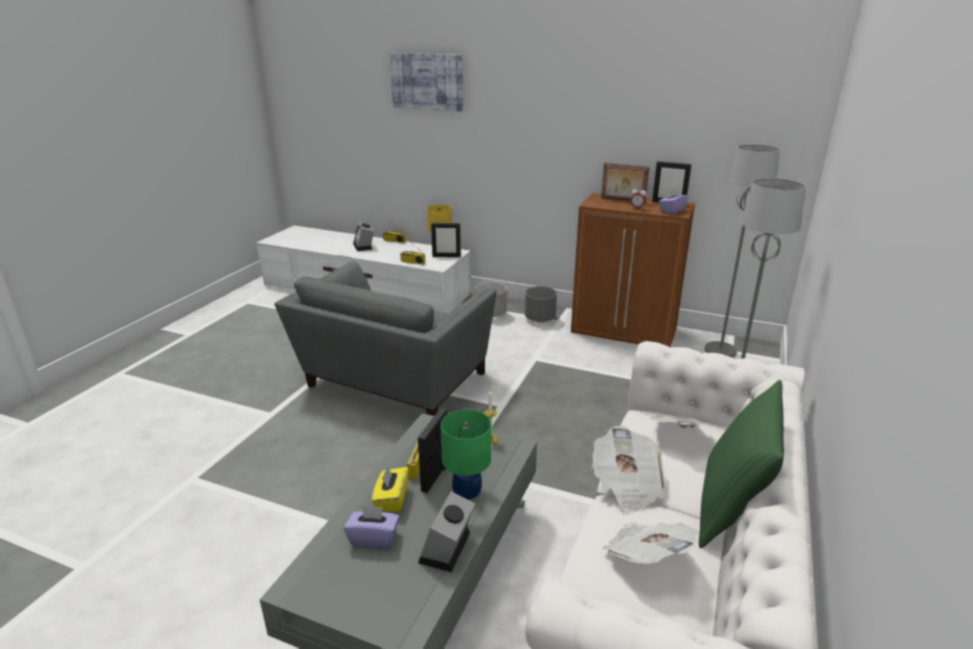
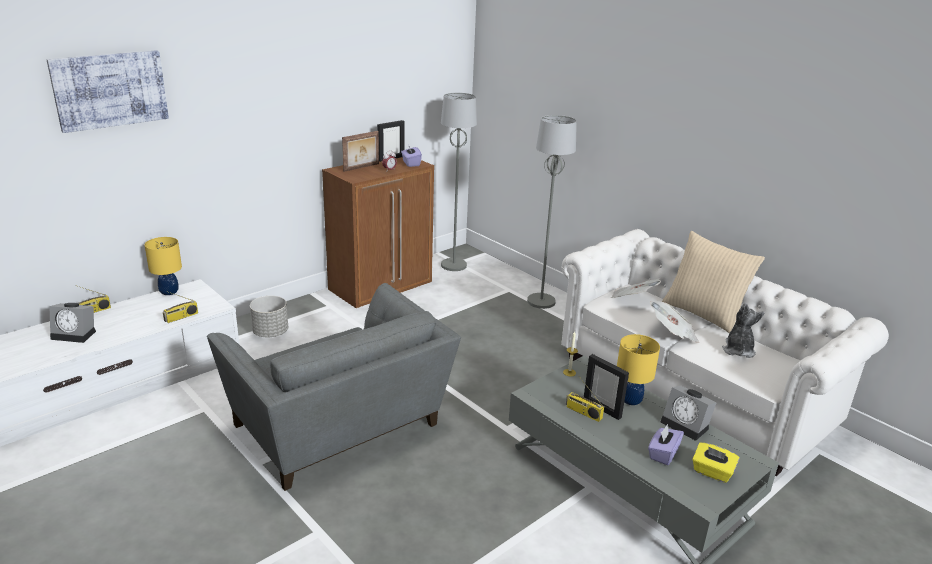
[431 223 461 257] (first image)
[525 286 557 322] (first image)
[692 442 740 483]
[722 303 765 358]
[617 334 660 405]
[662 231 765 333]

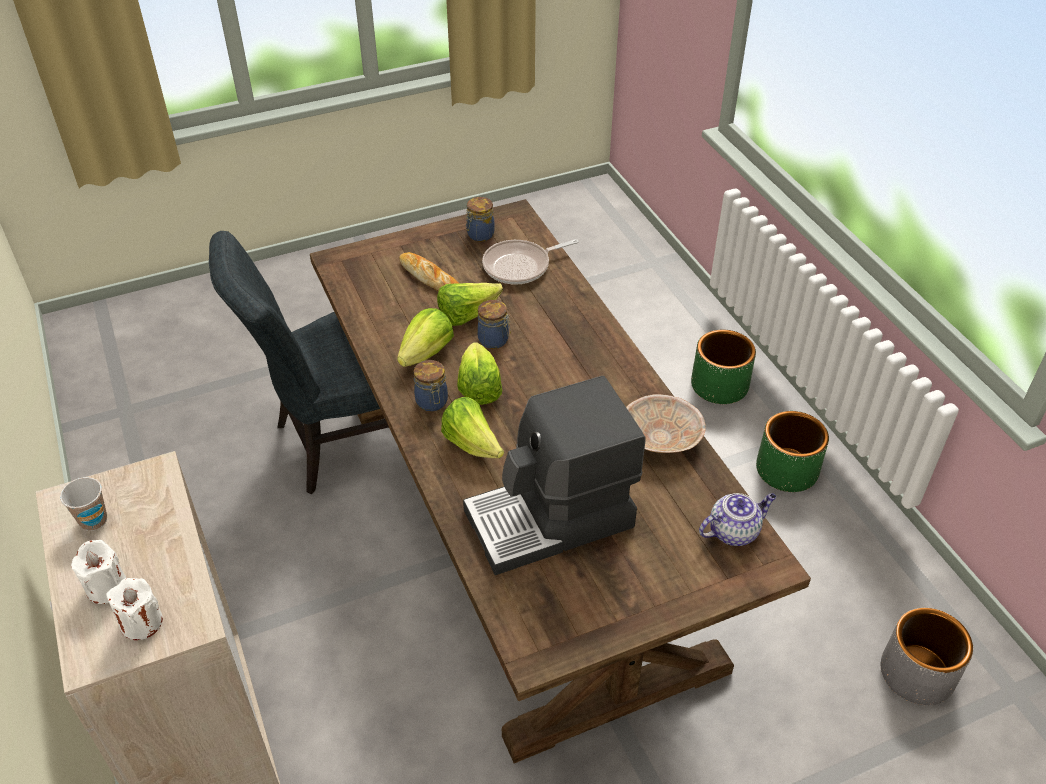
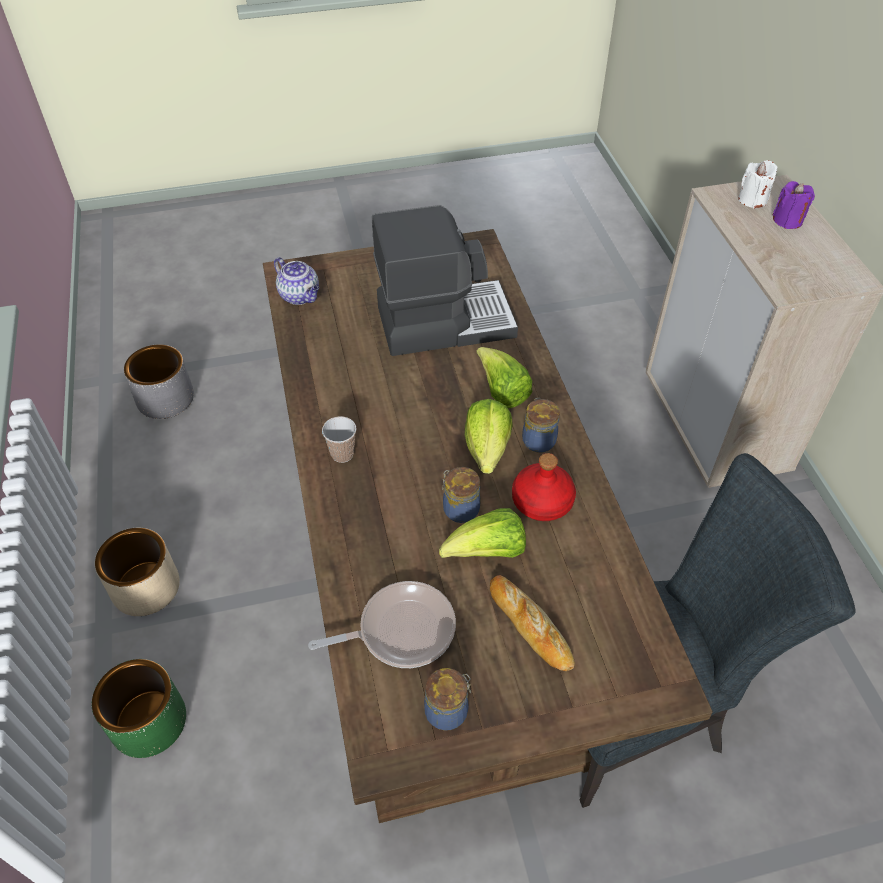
[626 394 706 453] (first image)
[322 416 356 463]
[512 453 576 521]
[772 181 815 229]
[95 528 180 616]
[274 257 319 305]

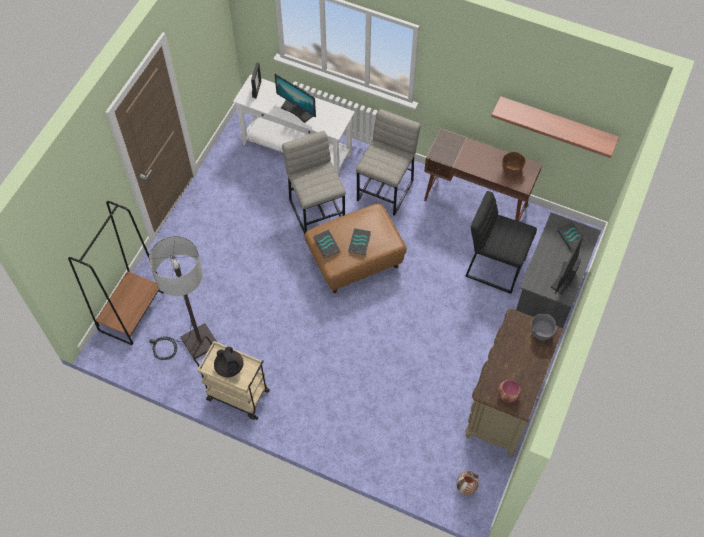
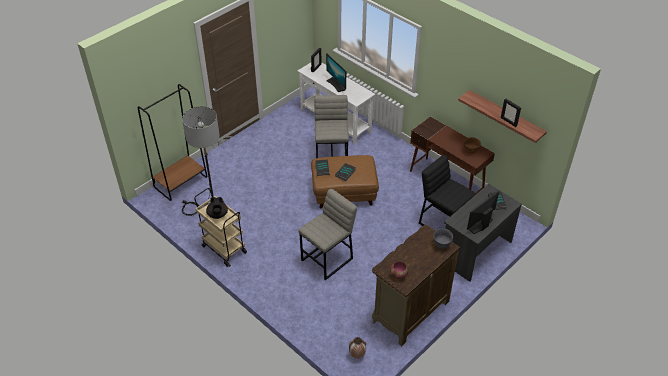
[501 99 521 127]
[299 188 357 280]

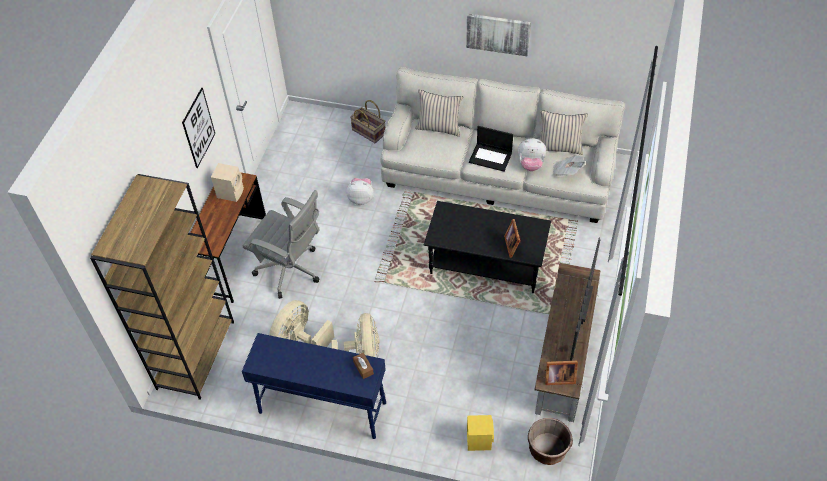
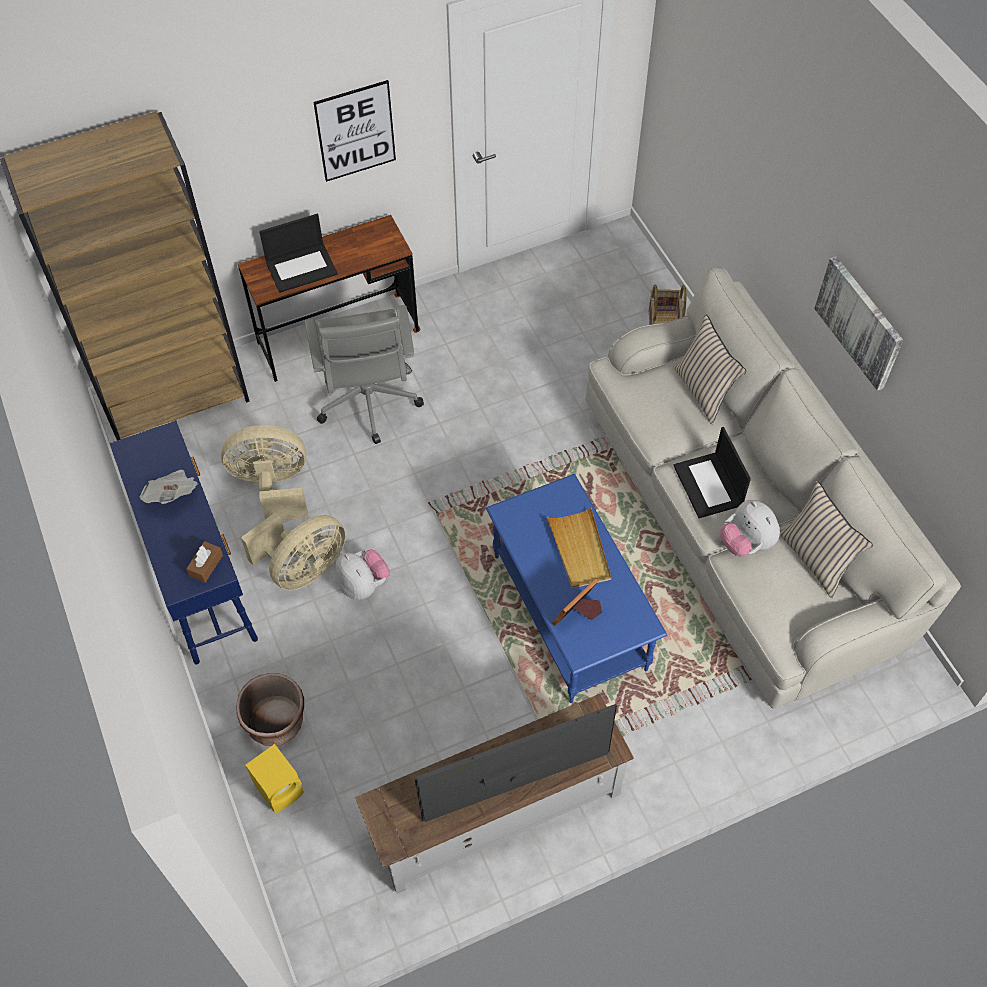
[211 163 244 202] (first image)
[545 361 578 385] (first image)
[259 214 338 293]
[547 507 611 588]
[335 549 390 600]
[236 673 304 746]
[140 470 198 504]
[486 474 667 703]

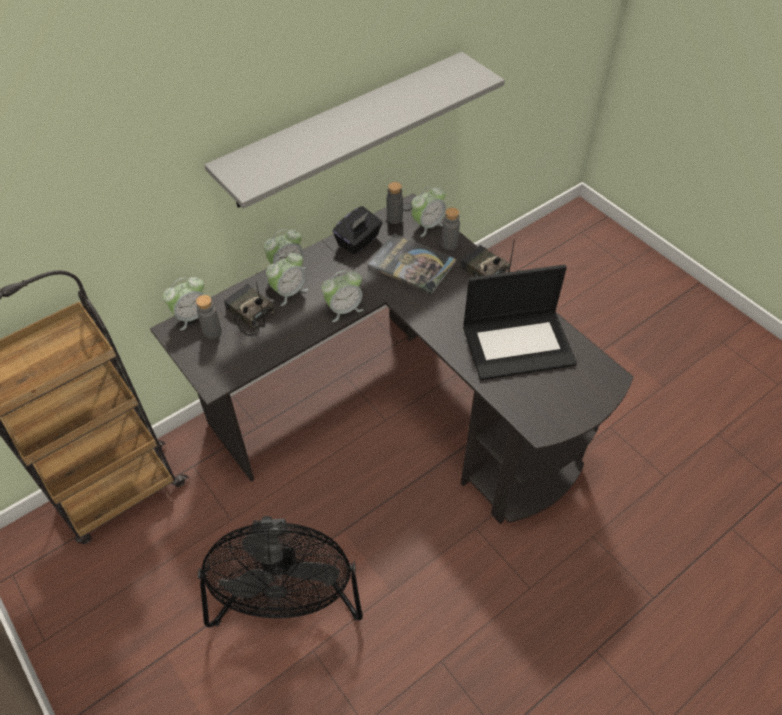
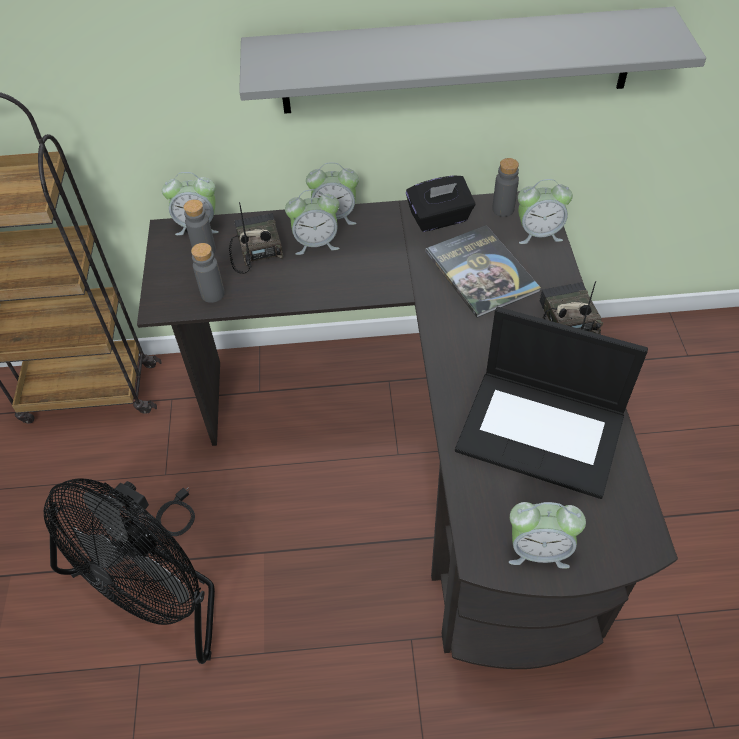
[509 502 586 569]
[191 243 225 303]

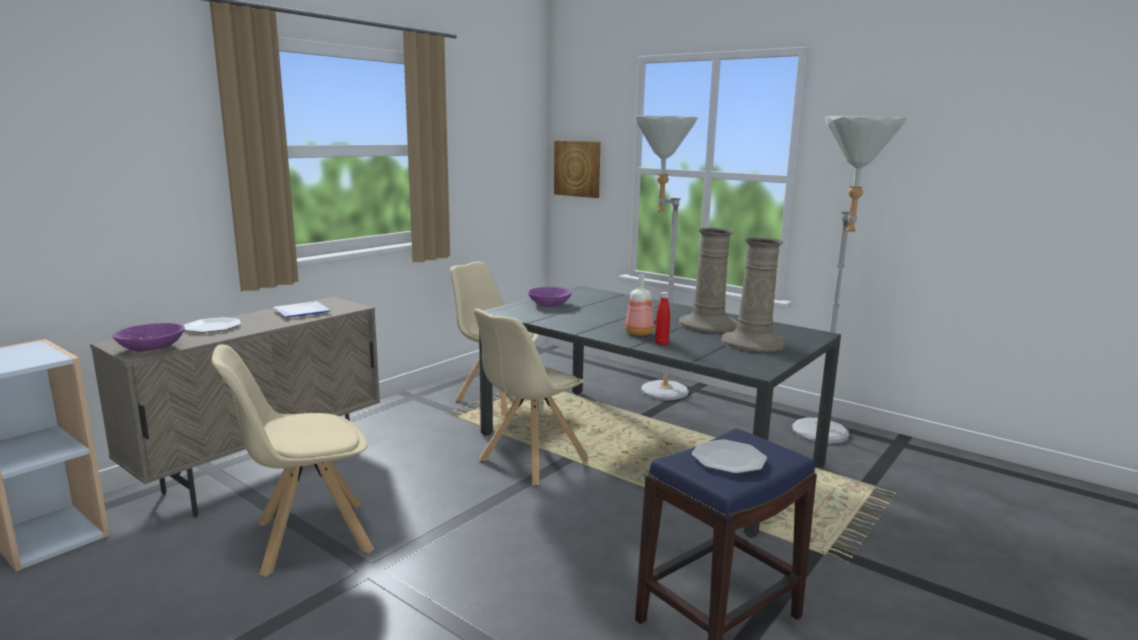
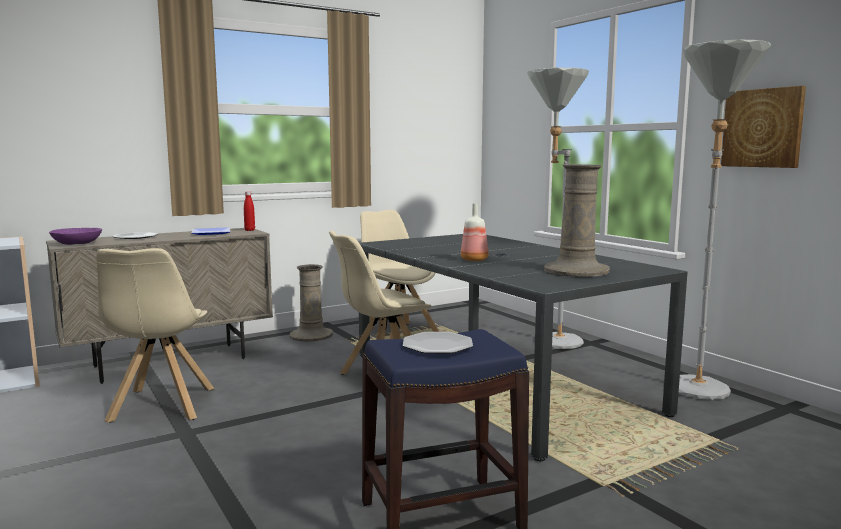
[528 287 572 307] (first image)
[721 86 806 168]
[244 191 255 231]
[290 264 333 341]
[96 248 214 423]

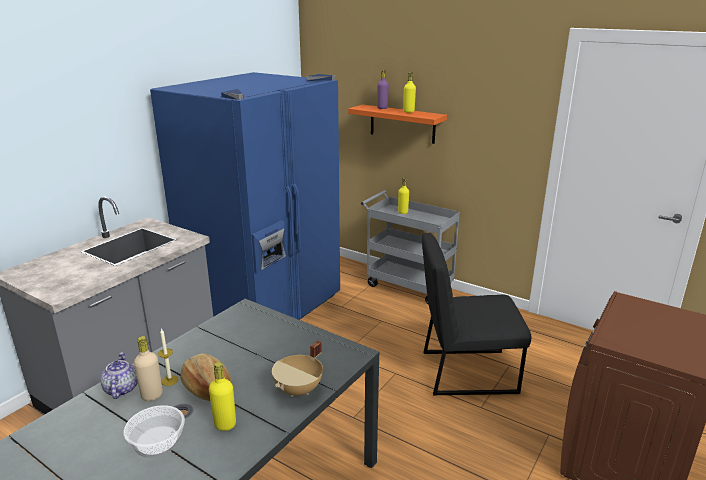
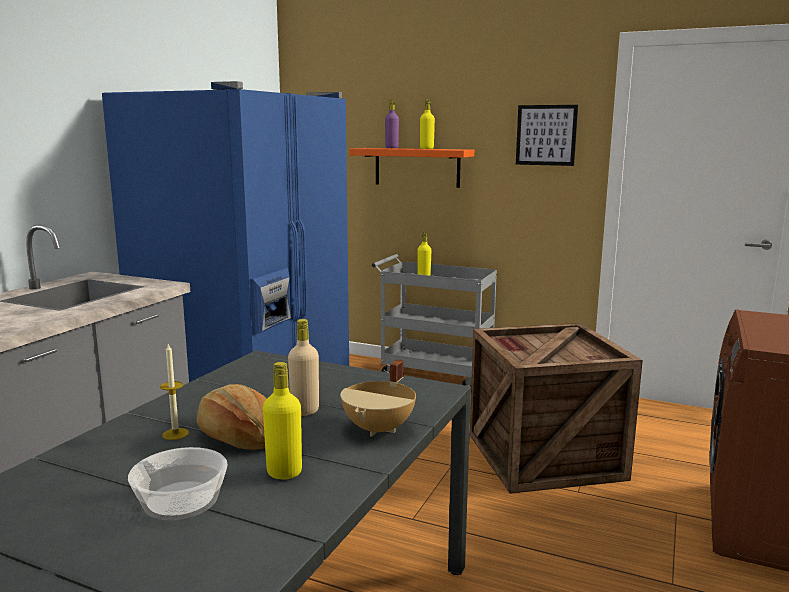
[100 352 138 399] (first image)
[516 105 578 166]
[288 319 319 416]
[470 323 643 494]

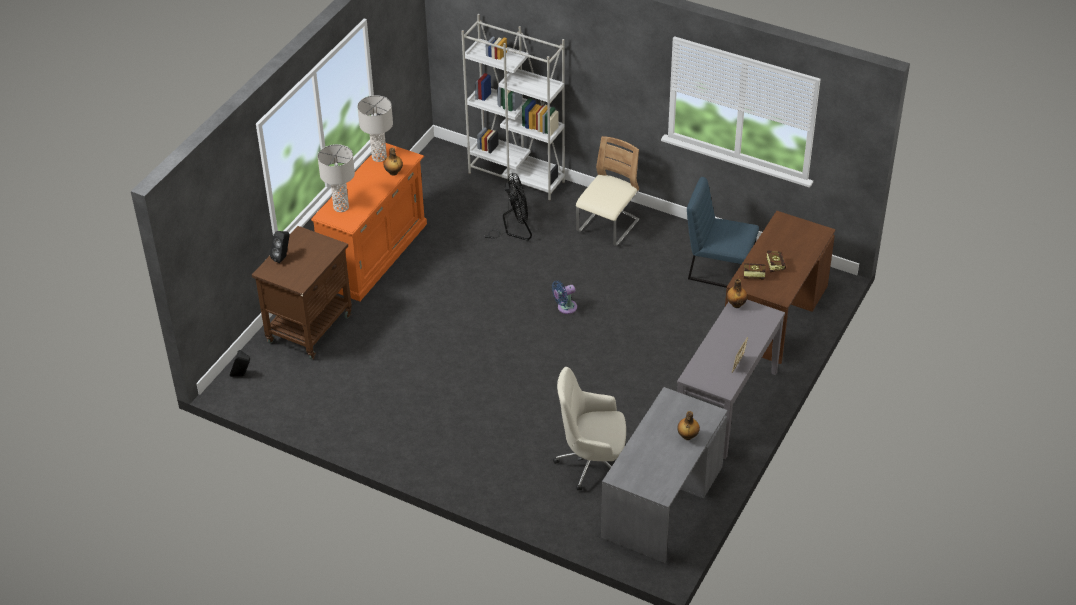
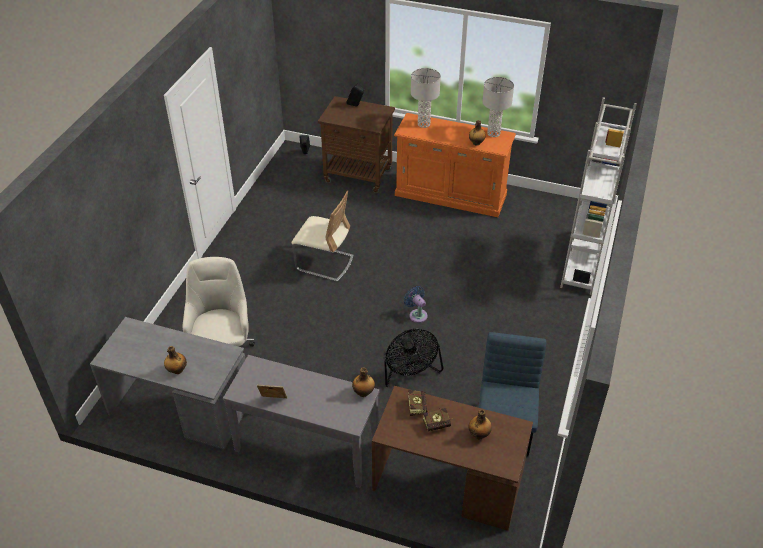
[469 409 492 439]
[383 329 443 387]
[292 190 354 282]

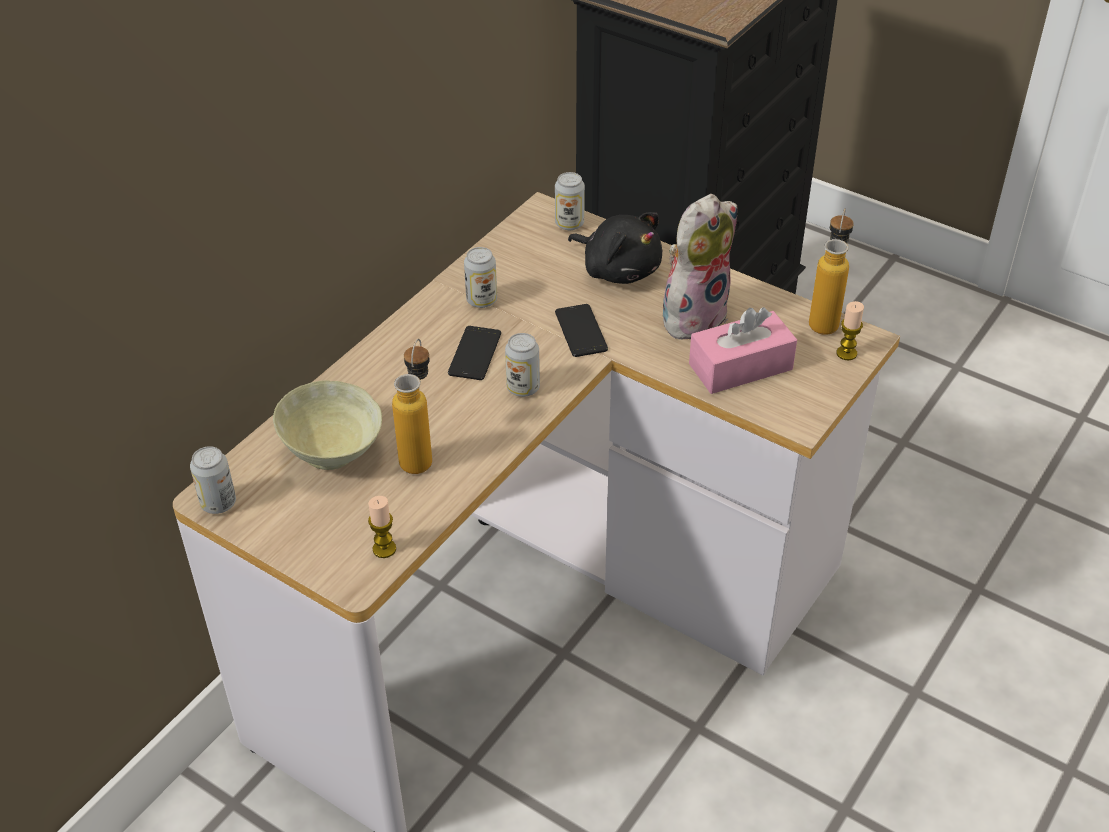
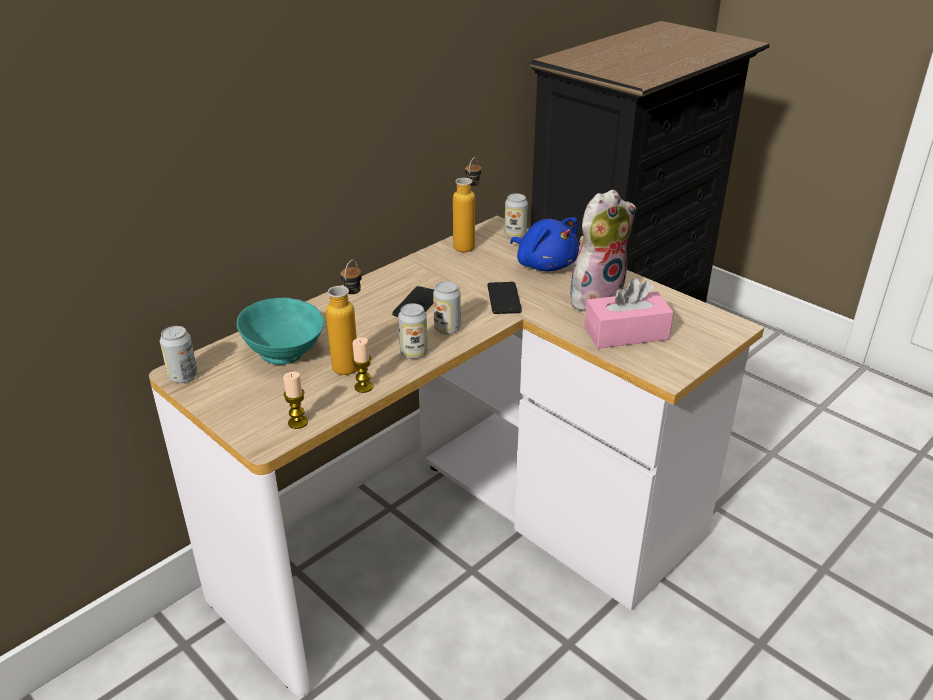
[398 303 428 359]
[453 157 481 252]
[352 337 373 393]
[237 298 324 365]
[510 218 579 271]

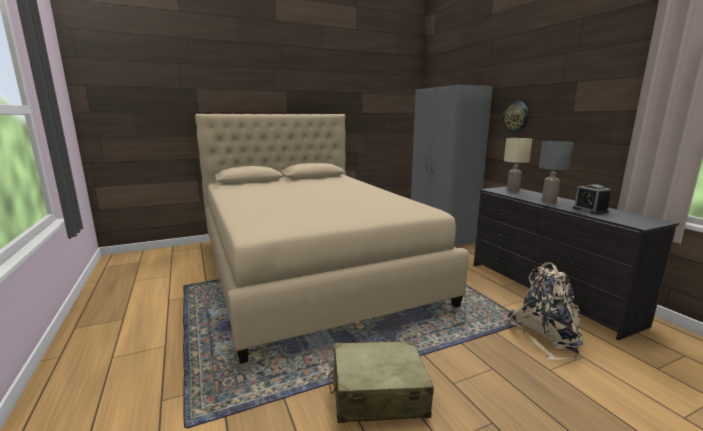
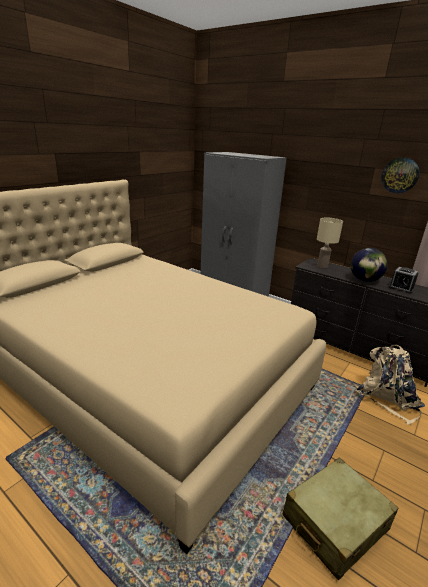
[381 157 420 193]
[351 248 388 282]

